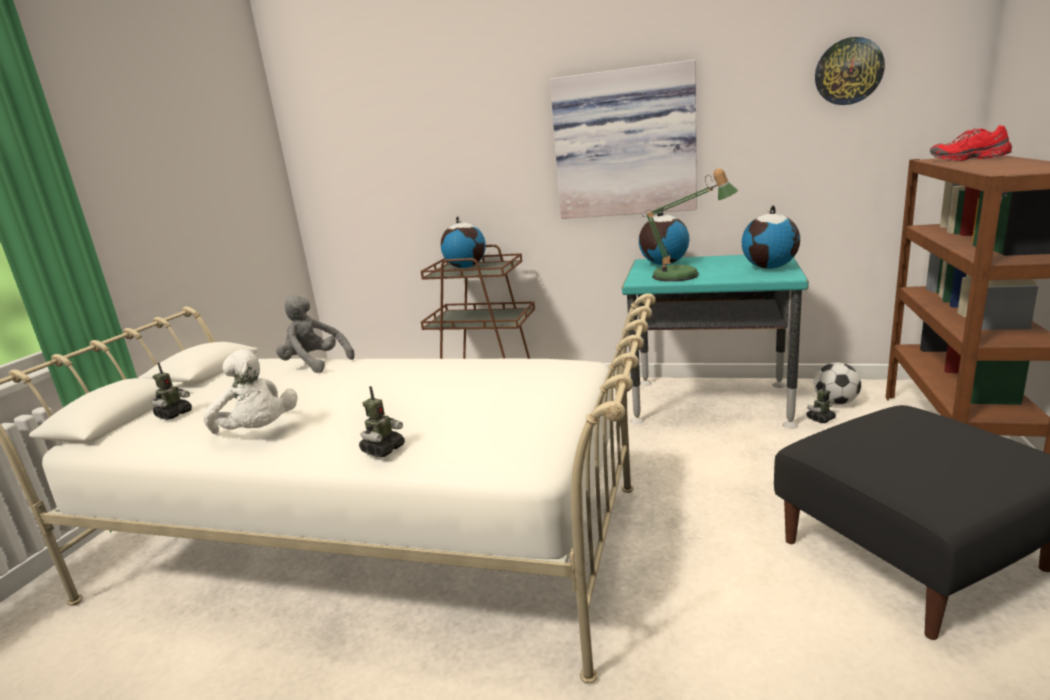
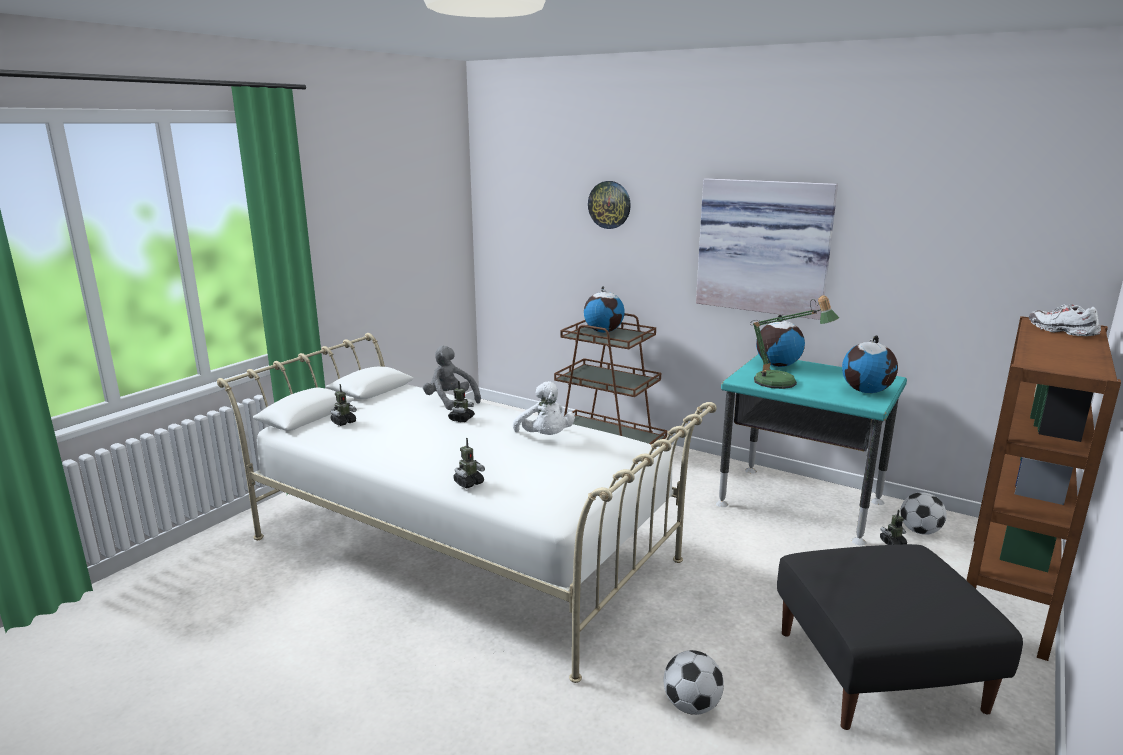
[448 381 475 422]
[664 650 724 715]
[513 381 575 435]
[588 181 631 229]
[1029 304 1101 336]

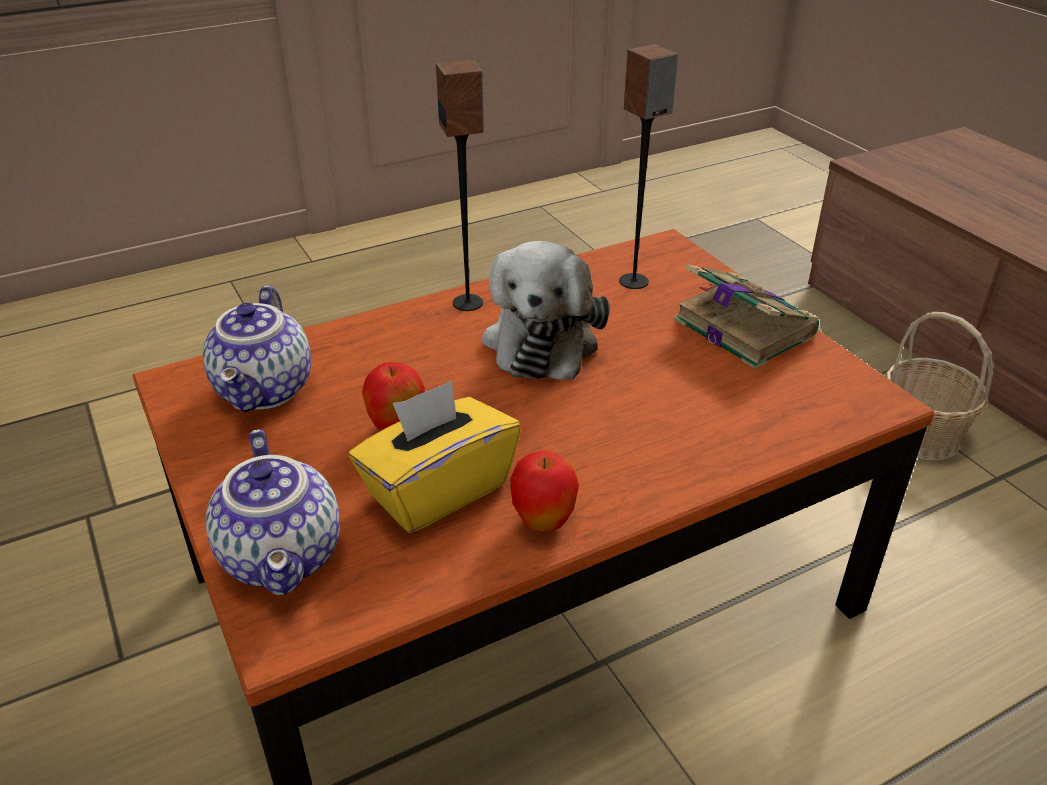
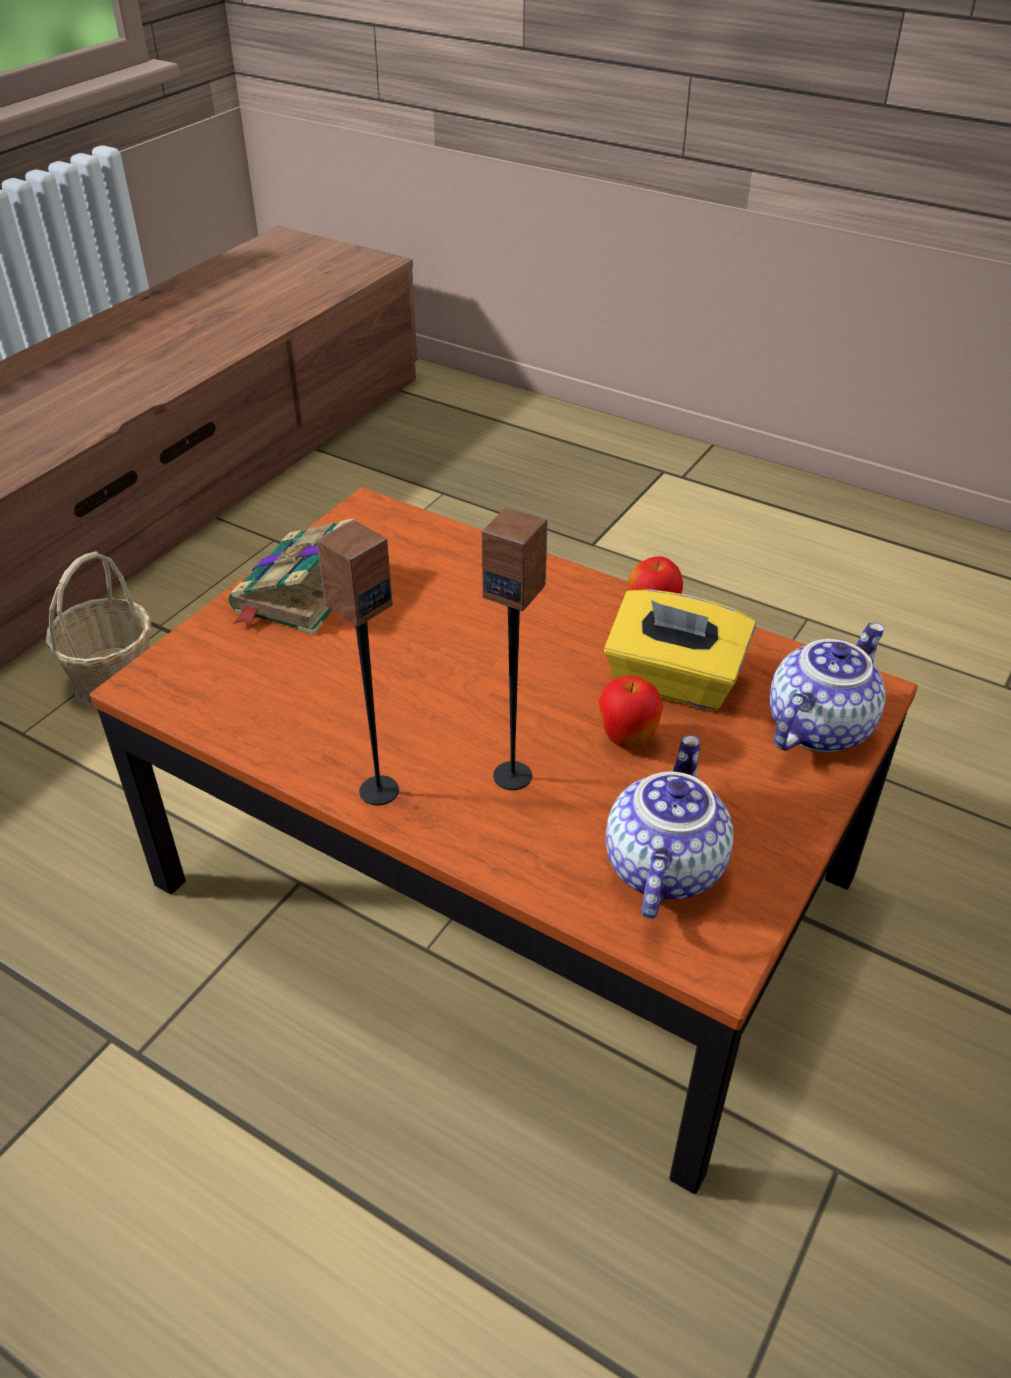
[482 241 609 380] (first image)
[482 507 548 790]
[606 735 733 919]

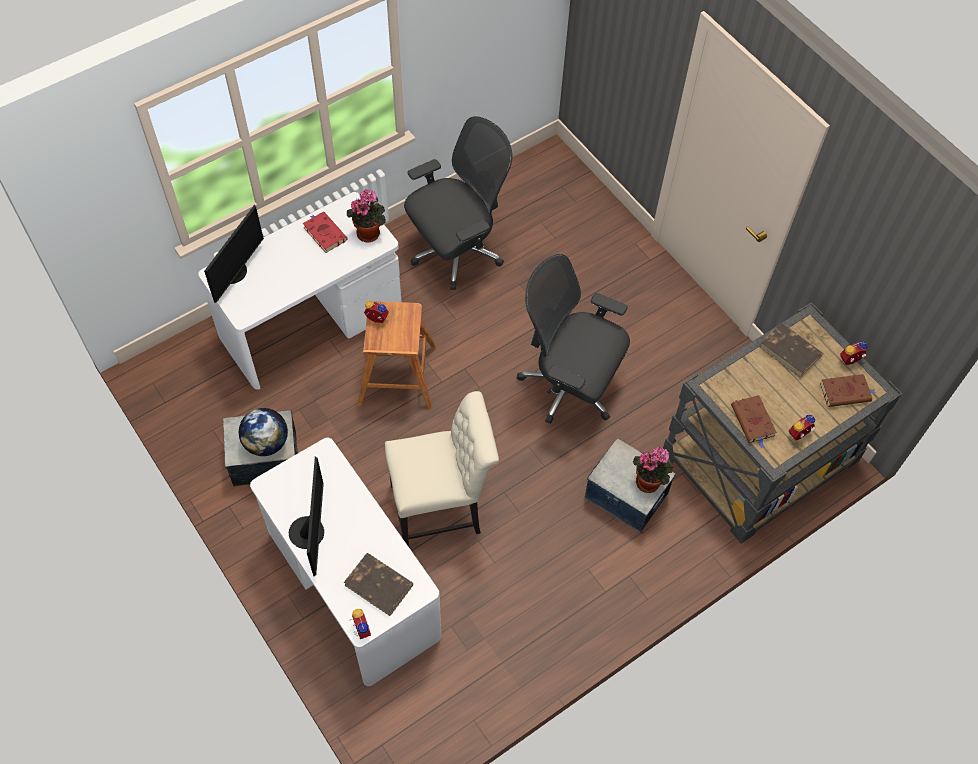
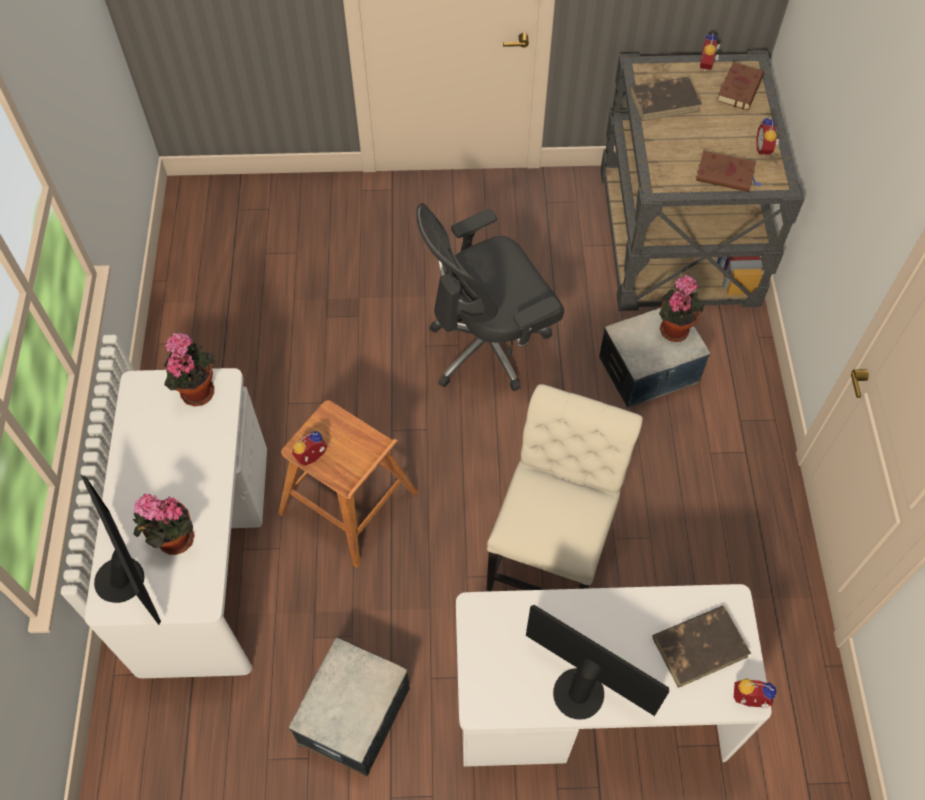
[239 408 288 456] (first image)
[303 211 347 253] (first image)
[404 116 512 290] (first image)
[133 494 195 555]

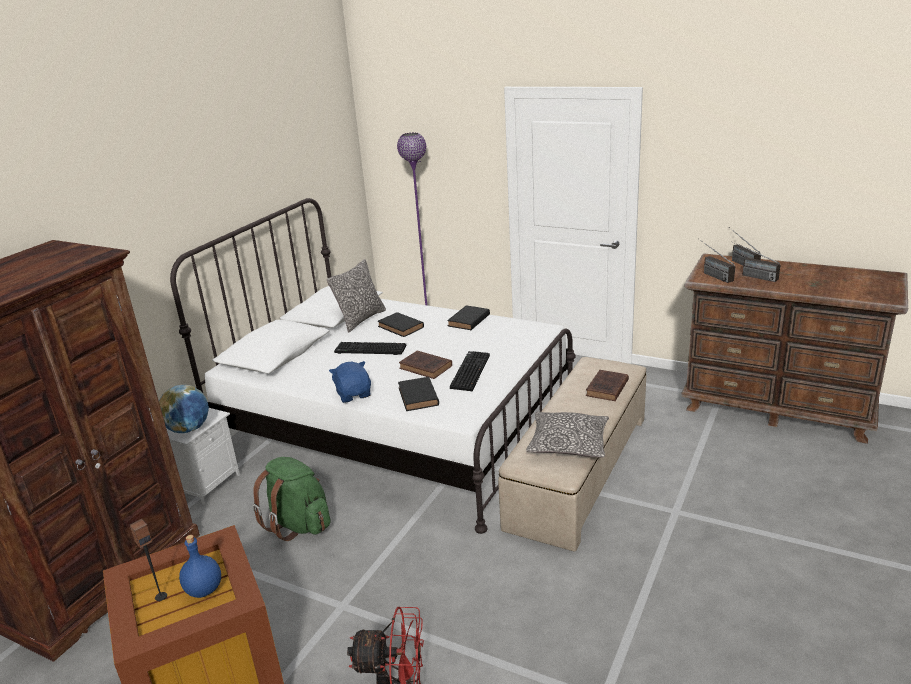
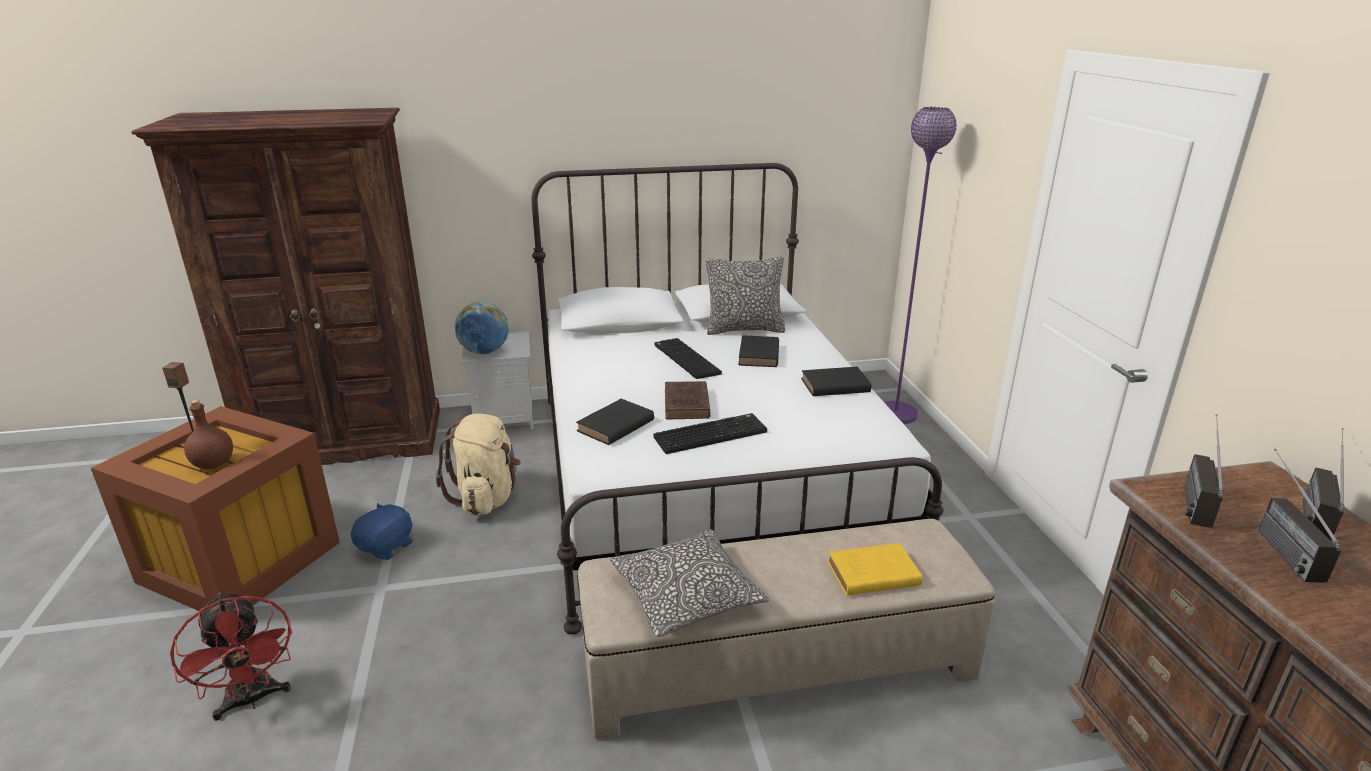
[351 503 413 560]
[184 400 233 469]
[436 414 521 515]
[828 543 922 596]

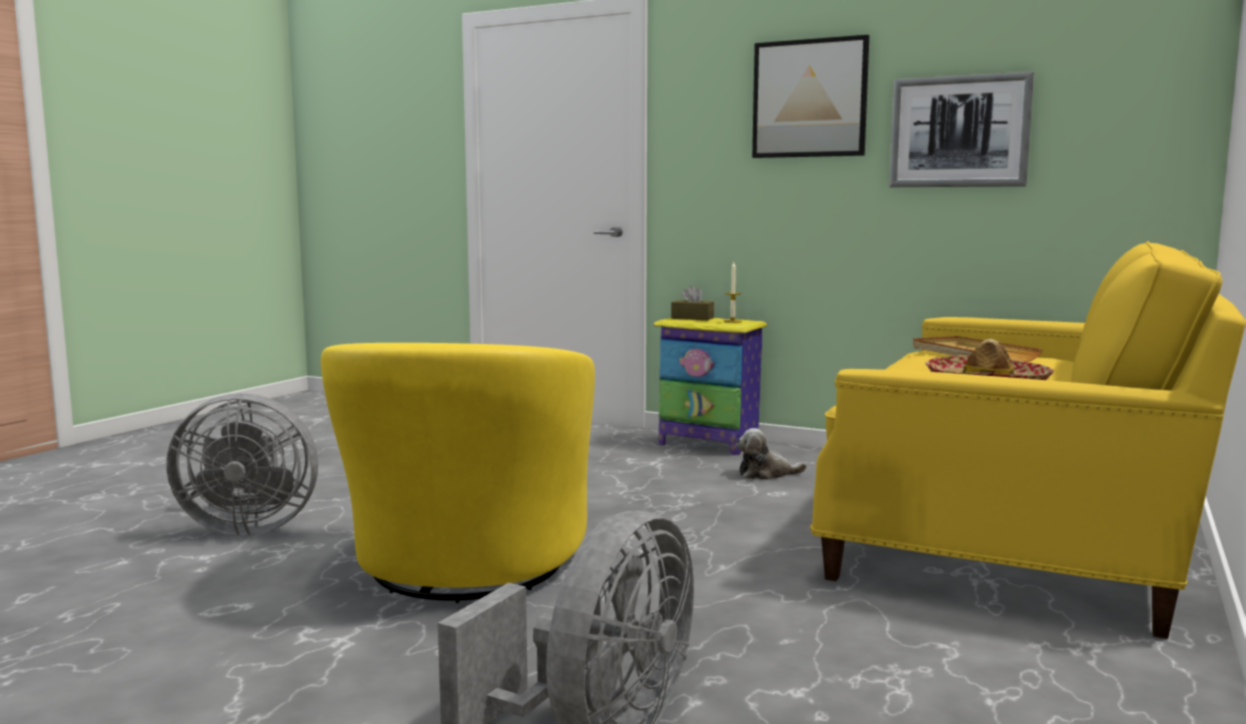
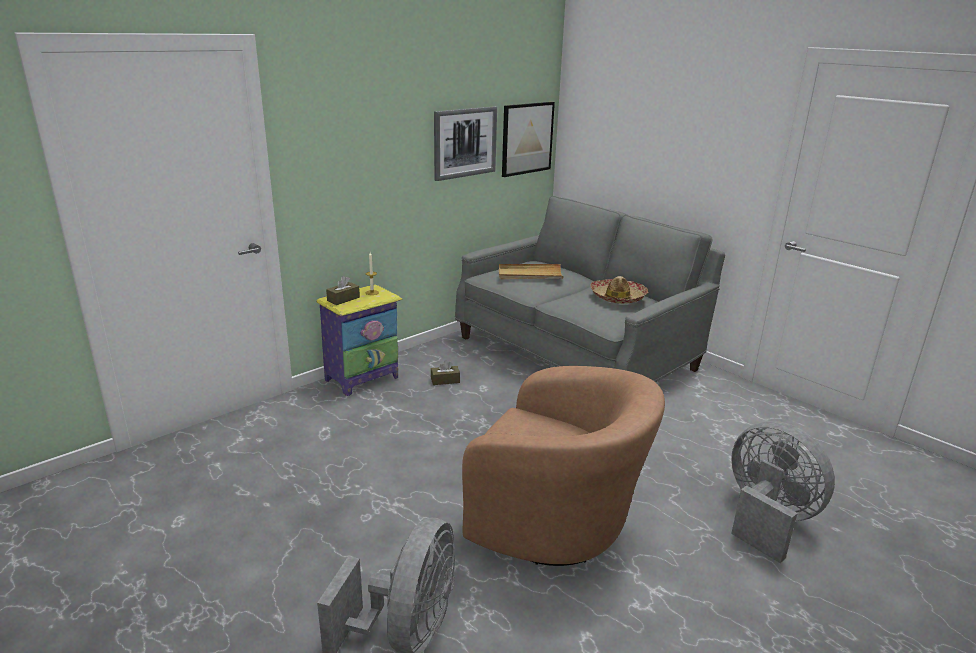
[502 102 555 177]
[431 360 460 385]
[462 366 665 566]
[455 196 725 382]

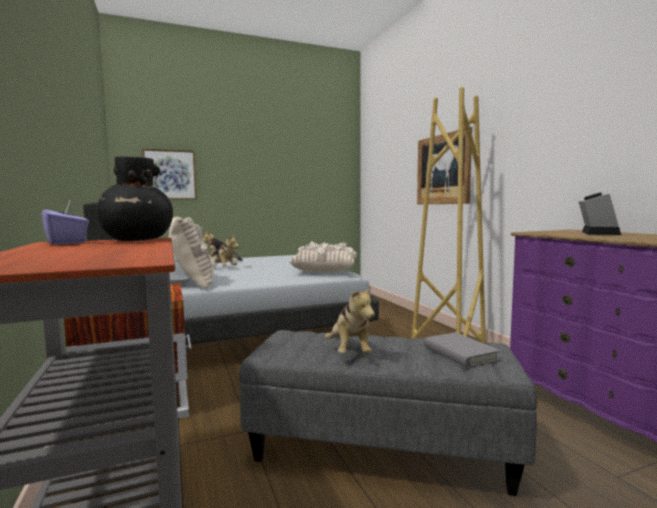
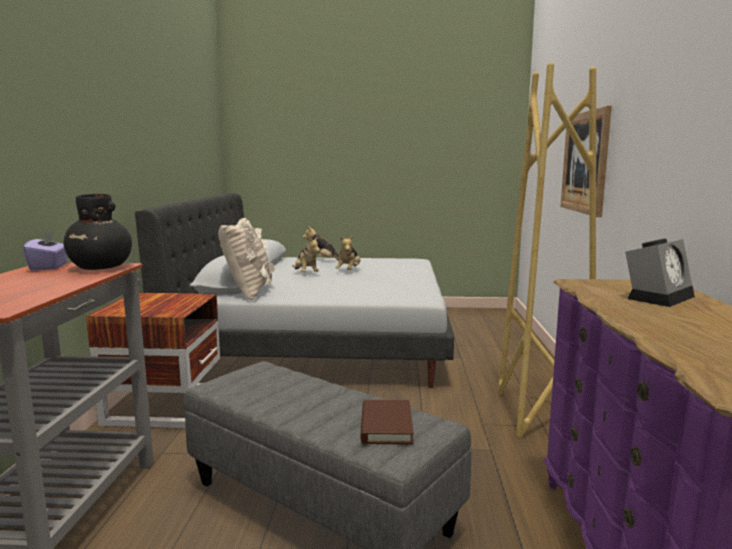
[142 148 197 200] (first image)
[290 241 357 272] (first image)
[336 235 360 270]
[360 400 414 445]

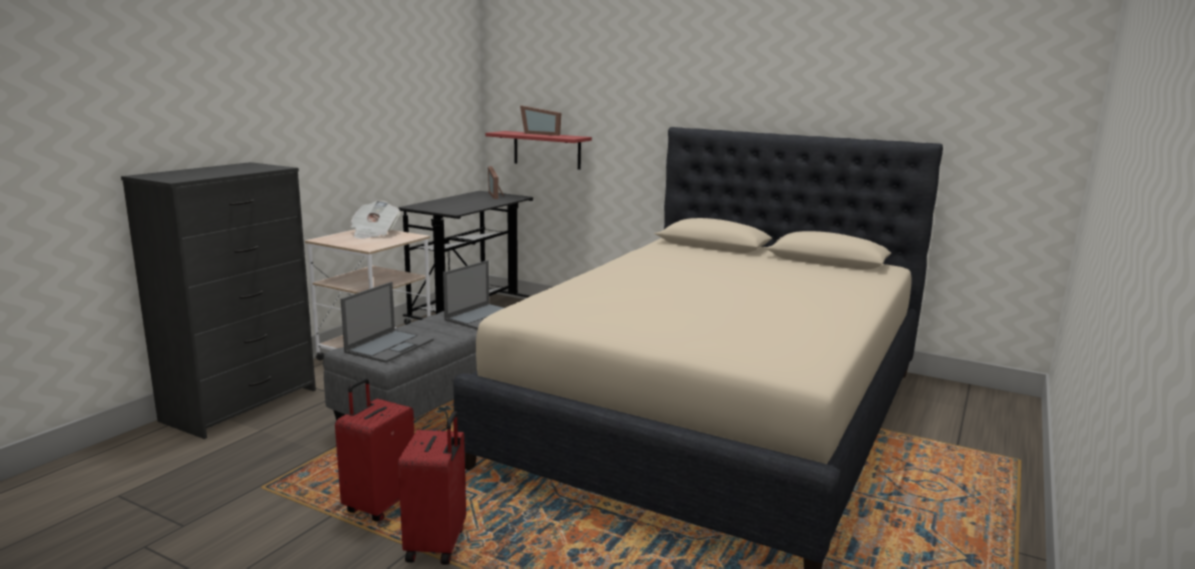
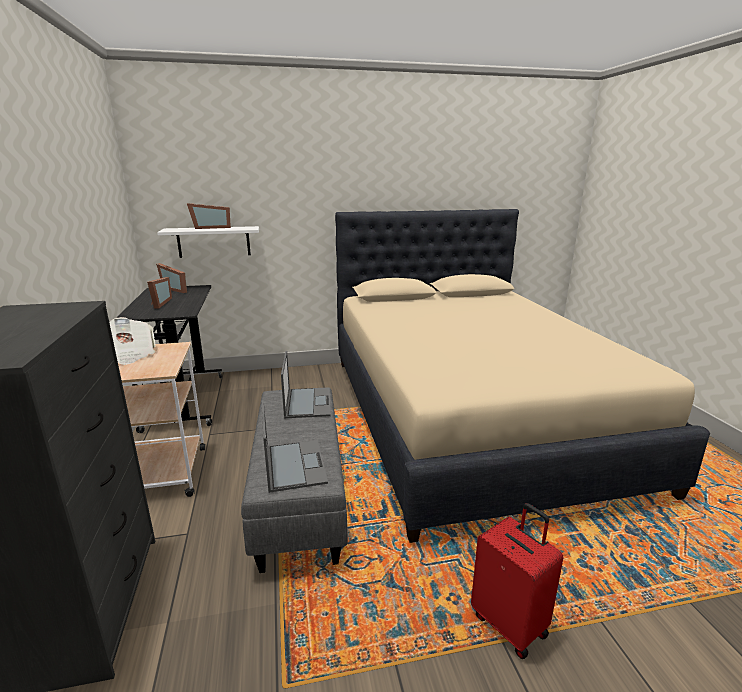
[335 378 414 522] (first image)
[147 277 172 309]
[157 226 259 258]

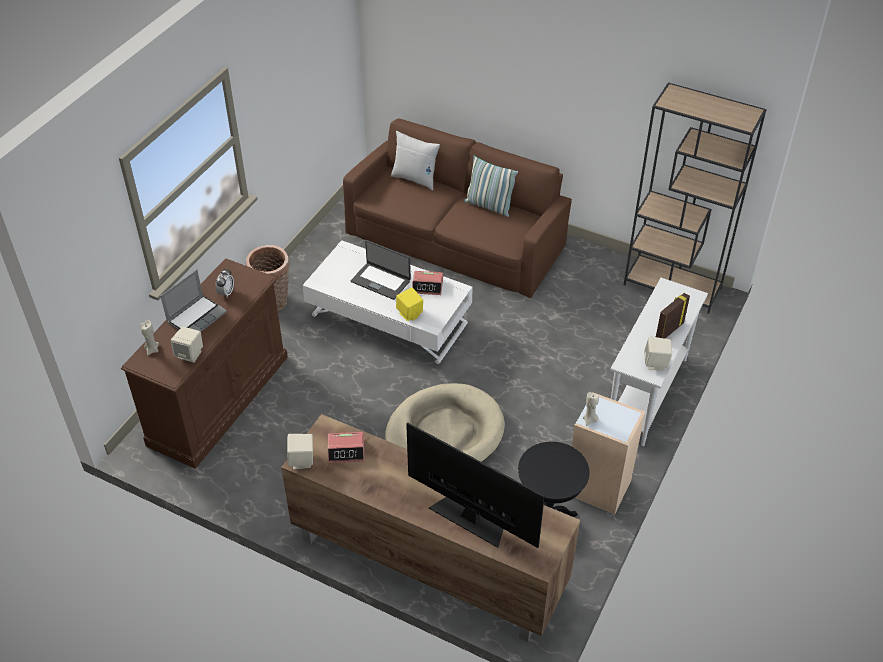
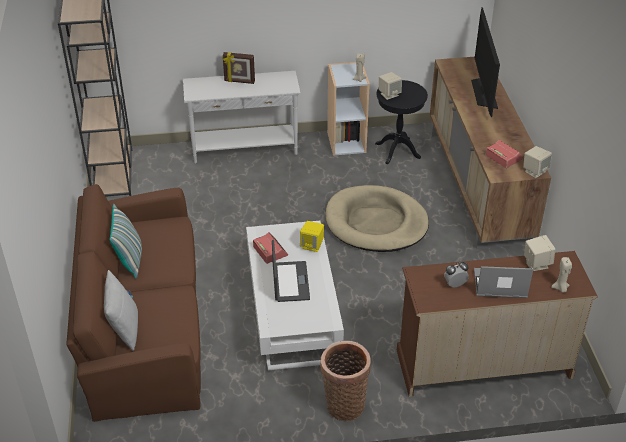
[379 72 402 100]

